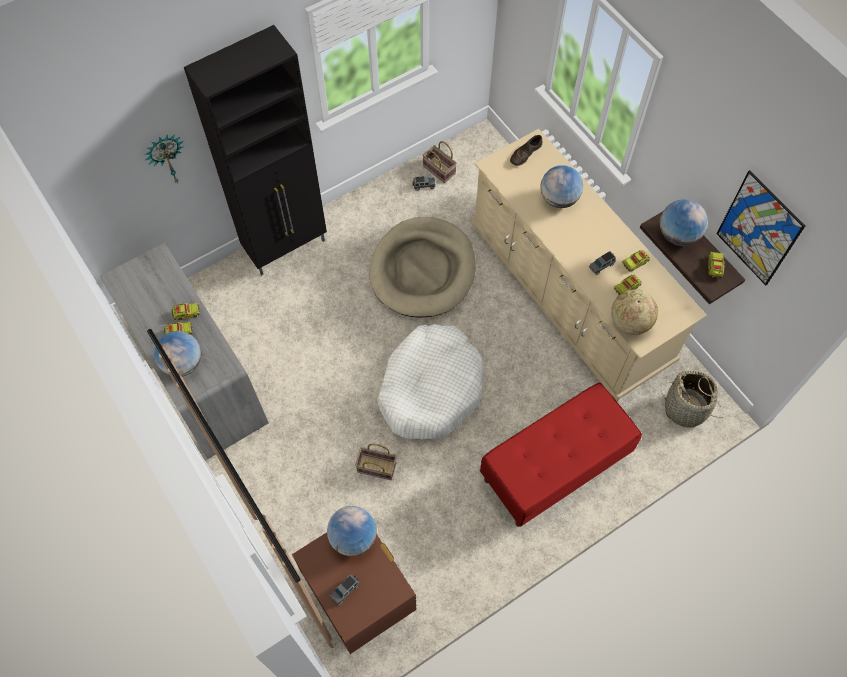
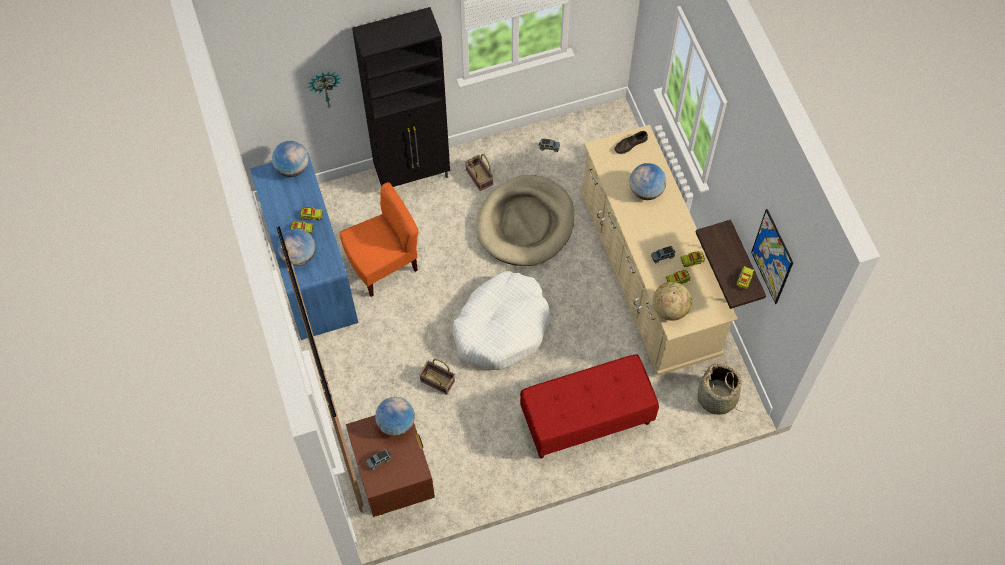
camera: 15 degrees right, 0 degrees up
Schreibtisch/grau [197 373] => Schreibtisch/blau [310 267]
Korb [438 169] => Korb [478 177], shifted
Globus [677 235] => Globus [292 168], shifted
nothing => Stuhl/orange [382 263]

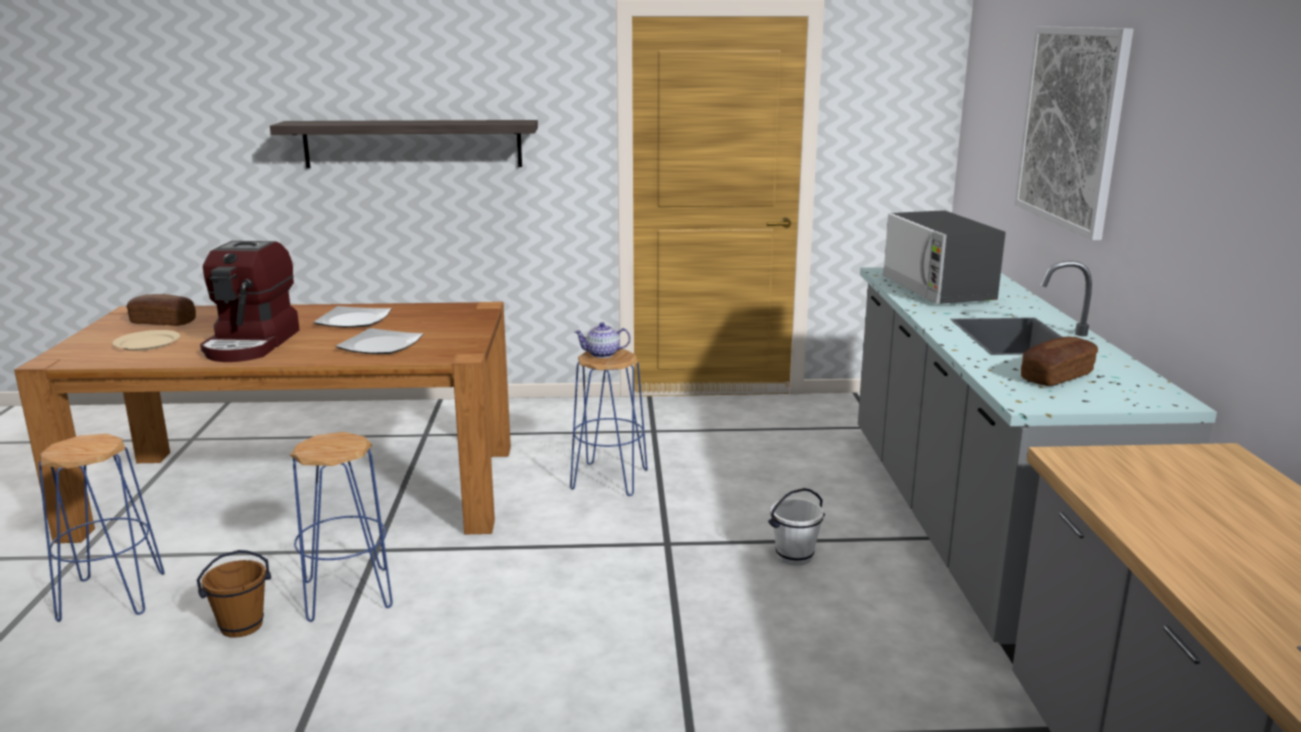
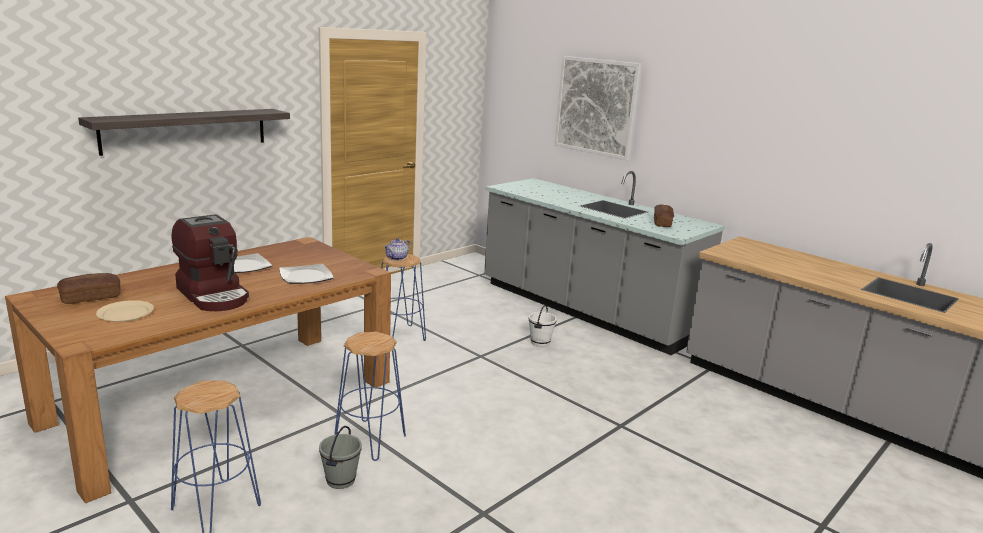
camera: 45 degrees left, 0 degrees up
Eimer/braun [241 626] => Eimer/grau [340 480]
Mikrowelle [938 290] => nothing

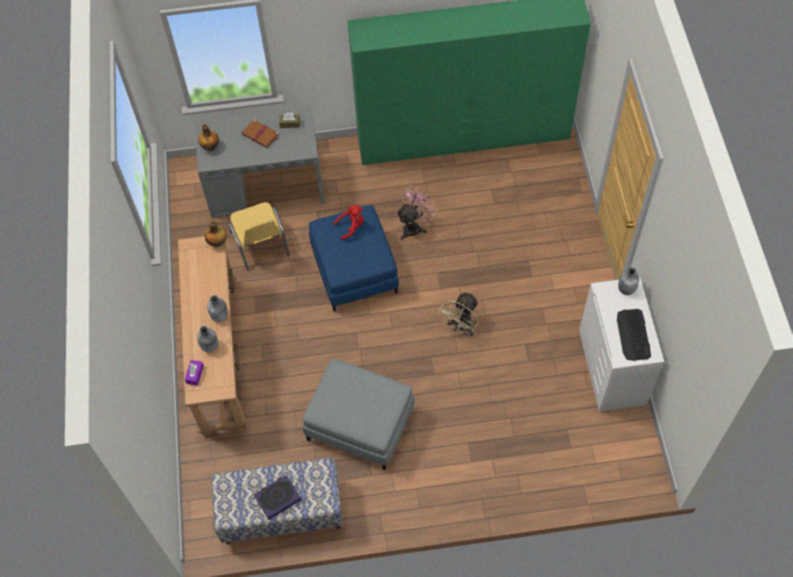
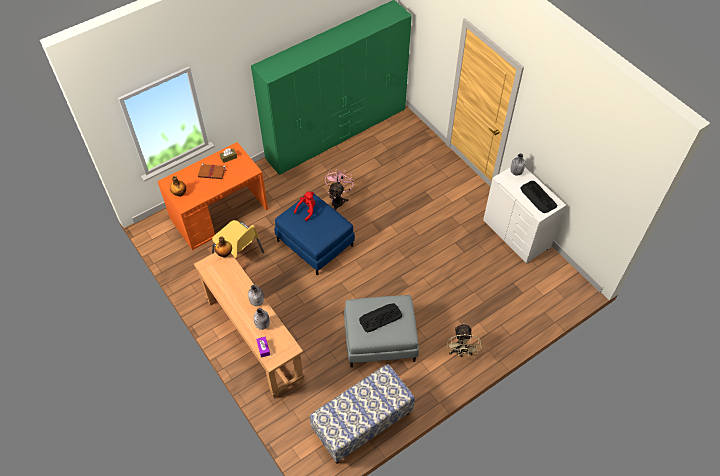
camera: 30 degrees left, 5 degrees down
Schreibtisch/grau [265 185] => Schreibtisch/orange [219 213]
Buch [277 498] => nothing
Ventilator/beige [461 327] => Ventilator/beige [460 352], shifted
nothing => Tastatur [380 318]

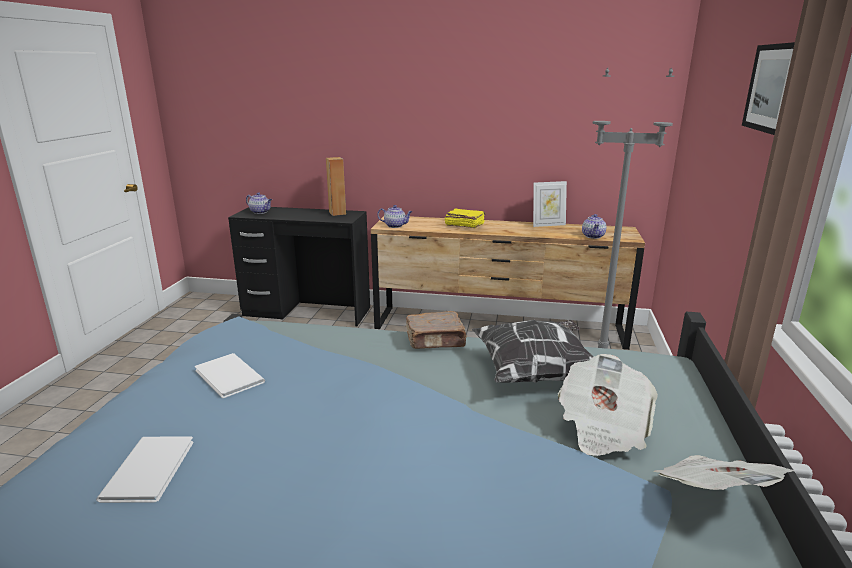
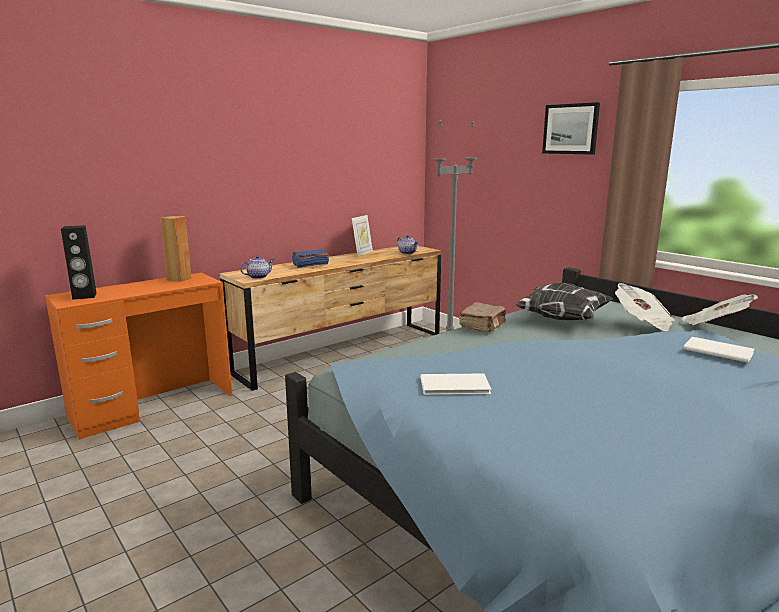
camera: 50 degrees left, 5 degrees down
Buch/weiß [153 468] => Buch/weiß [716 350], shifted
Schreibtisch/schwarz [307 312] => Schreibtisch/orange [153 406]
Teekanne [260 212] => Lautsprecher/schwarz [84 296]
Buch/gelb [464 225] => Buch/blau [310 265]

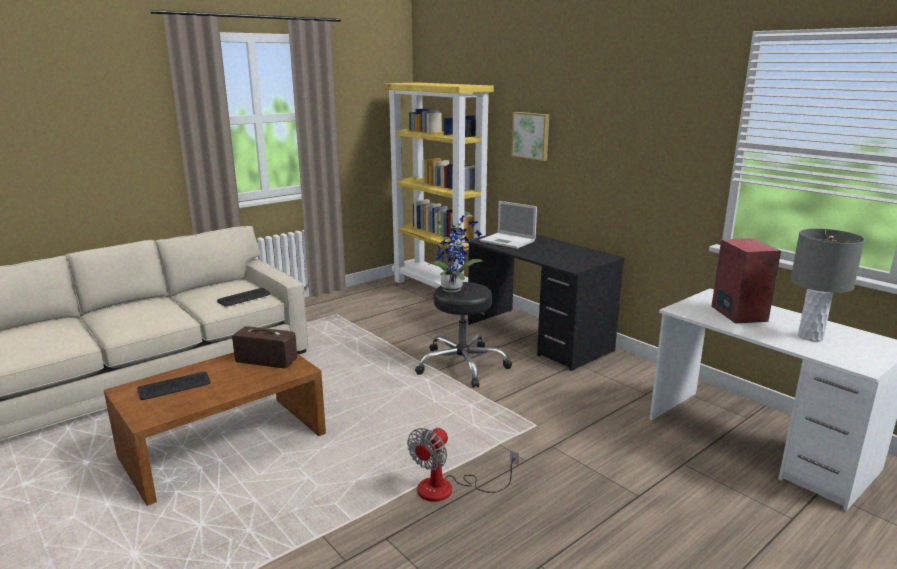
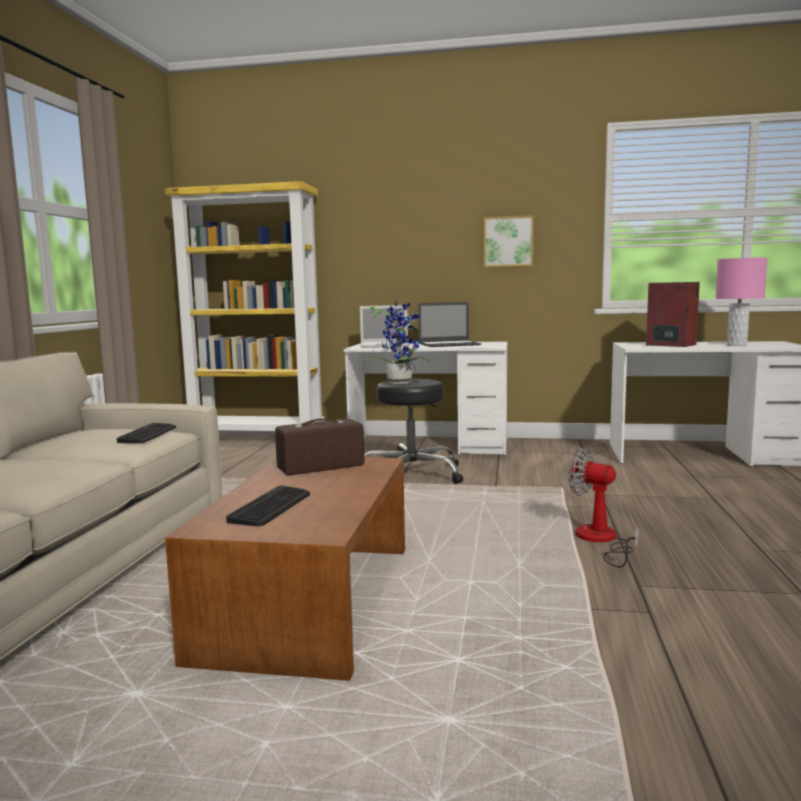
camera: 40 degrees left, 10 degrees down
Ventilator [448 489] => Ventilator [600 540], 135 degrees clockwise
Schreibtisch/schwarz [537 337] => Schreibtisch/weiß [430 446]
Bild [531 135] => Bild [508 241], shifted
Tischlampe/grau [810 337] => Tischlampe/rosa [737 345]
nothing => Laptop [449 344]

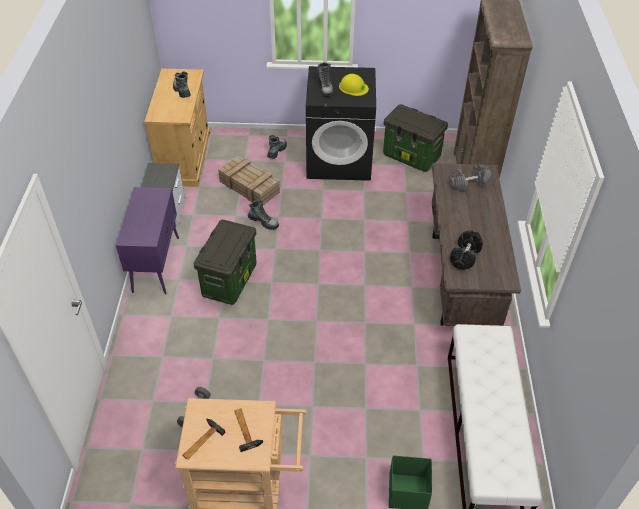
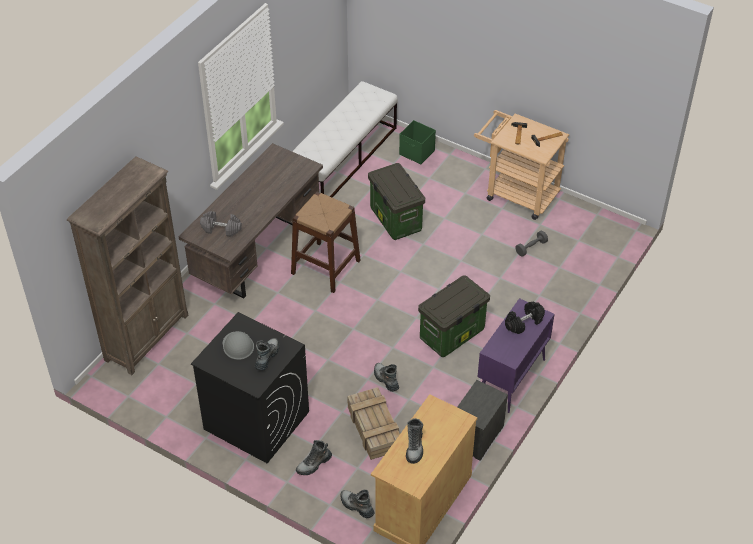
camera: 150 degrees left, 0 degrees up
Schutzhelm/gelb [353 87] => Schutzhelm/grau [238 345]
Aufbewahrungsbox [412 156] => Aufbewahrungsbox [395 219], shifted
Hantel/schwarz [465 256] => Hantel/schwarz [524 322], shifted
nothing => Hocker/braun [326 267]
nothing => Stiefel [356 506]

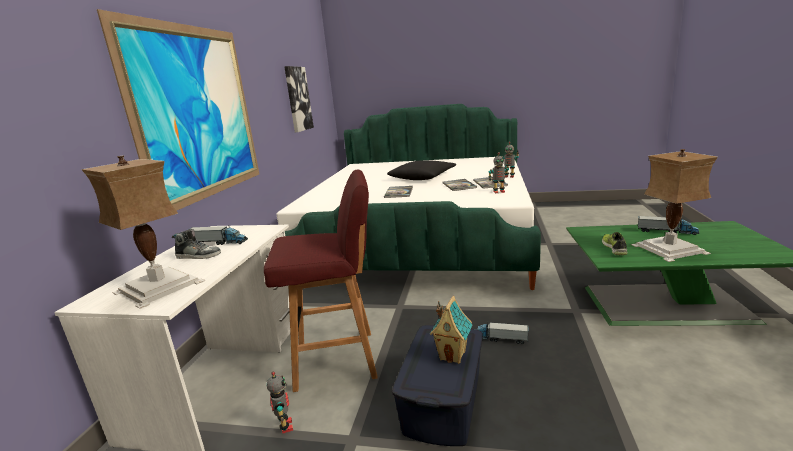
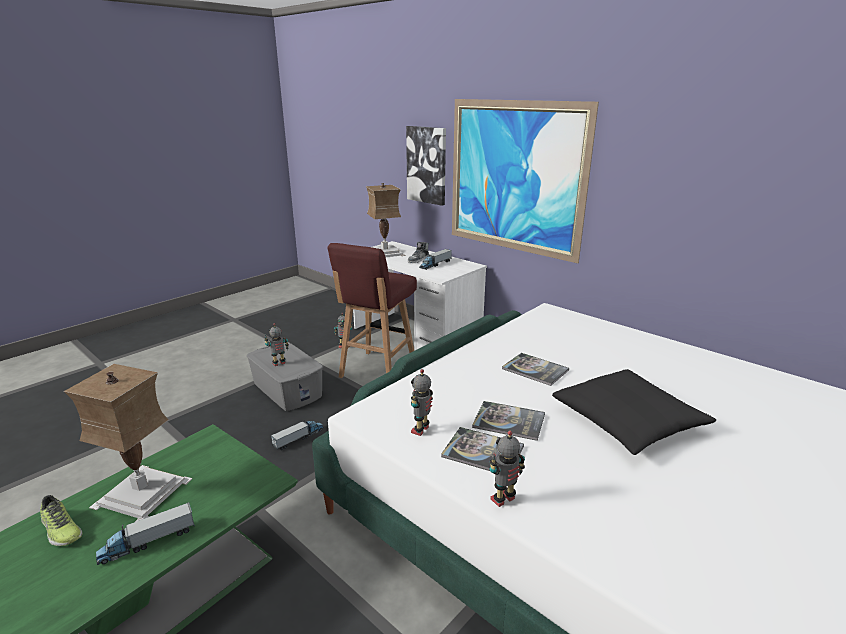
camera: 120 degrees right, 5 degrees up
Bild [298 99] => Bild [427 165], shifted
Aufbewahrungsbox/blau [442 401] => Aufbewahrungsbox/grau [287 389]
Spielzeughaus [453 355] => Spielzeugroboter [279 363]
Schuh [614 248] => Schuh [60 529], shifted

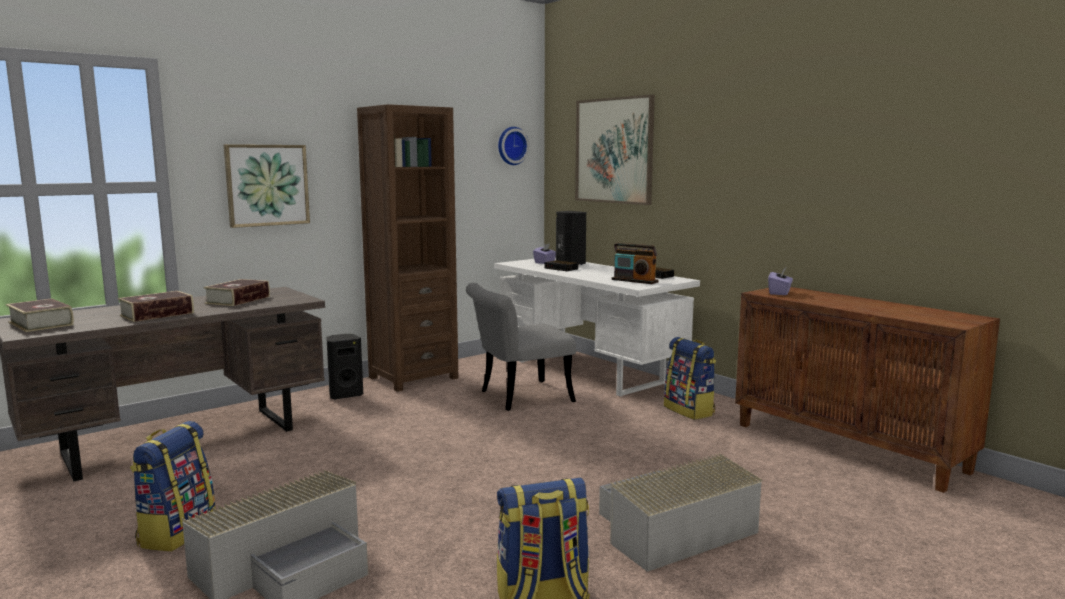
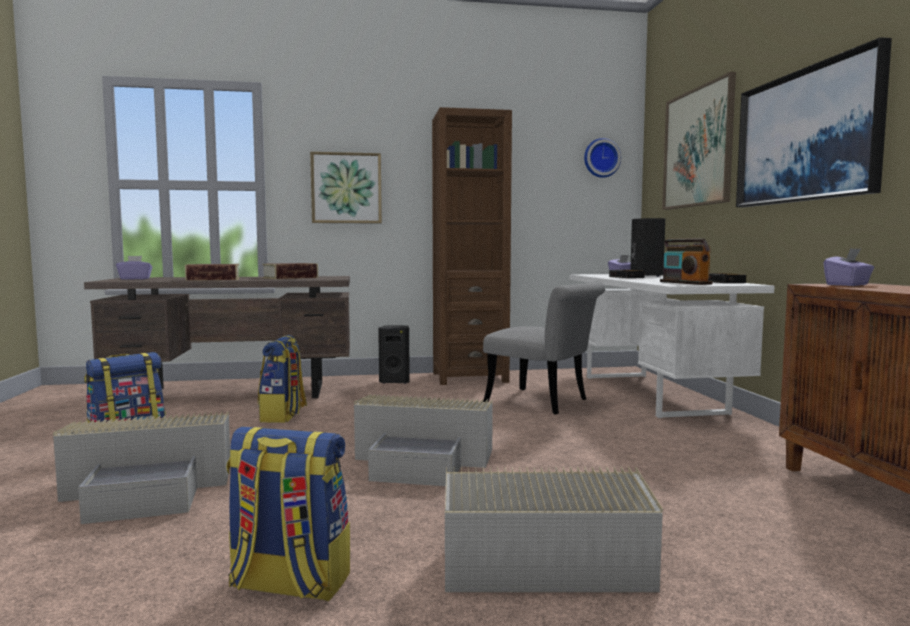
camera: 30 degrees right, 5 degrees down
Buch [41 323] => Taschentuchbox/lila [135 279]
Stuhl/grau [518 397] => Stuhl/grau [545 403], 150 degrees counterclockwise
Rucksack [690 411] => Rucksack [283 416], shifted
nothing => Aufbewahrungsbox/grau [424 460]
nothing => Bild [806 136]

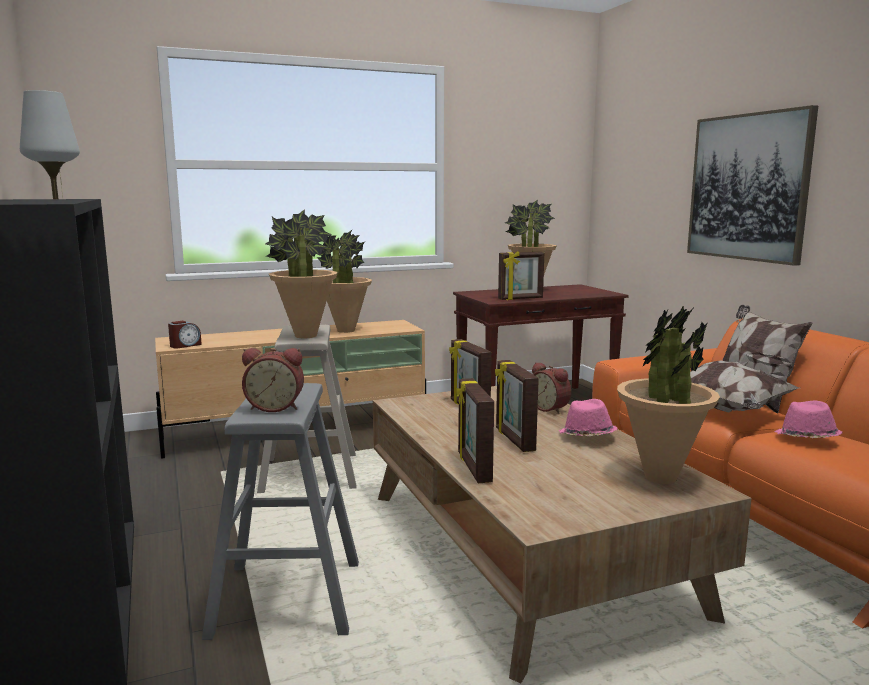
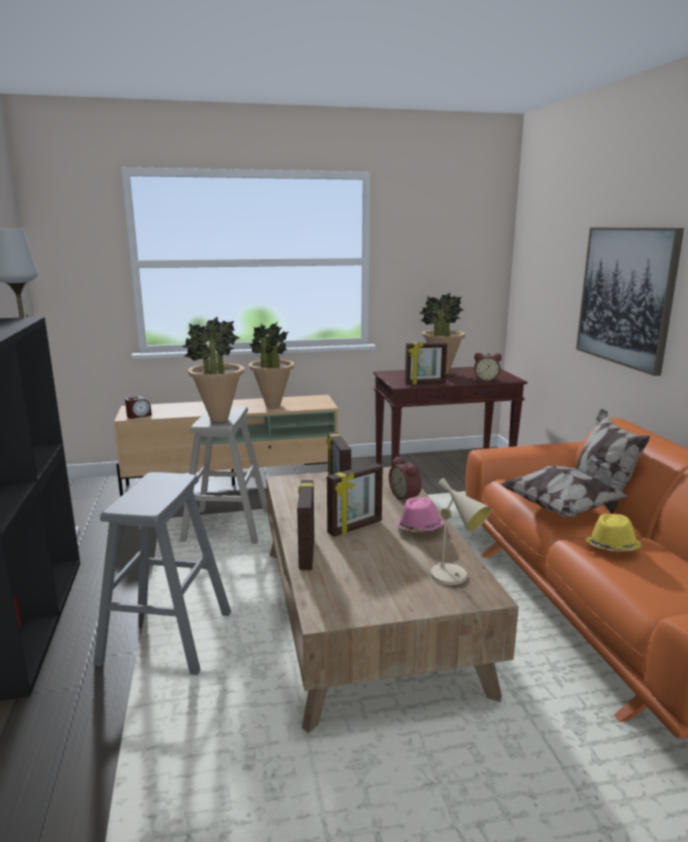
camera: 10 degrees right, 5 degrees up
Wecker [275 407] => Wecker [486 380], shifted
Bilderrahmen [513 440] => Bilderrahmen [355 527], 120 degrees counterclockwise
Topfpflanze [660 477] => Tischlampe/beige [453 577]
Hut/rosa [806 438] => Hut/gelb [611 547]

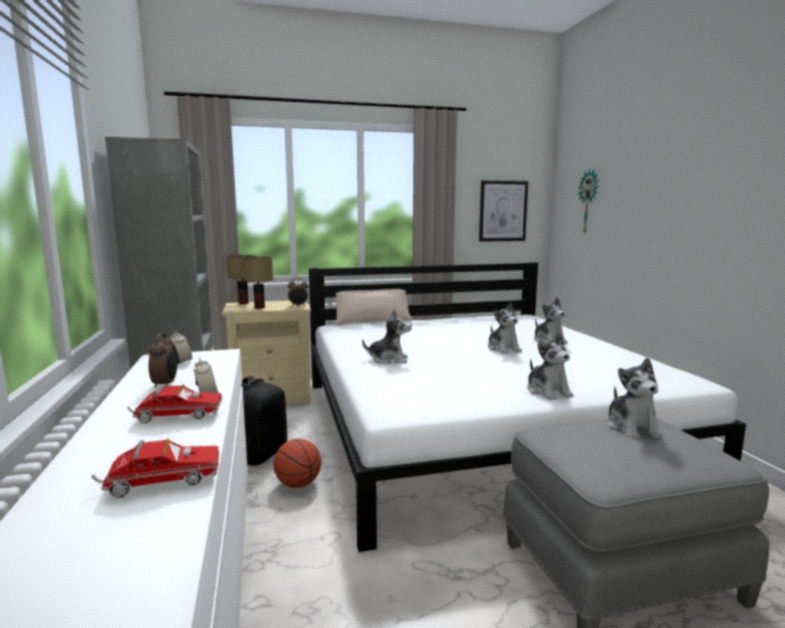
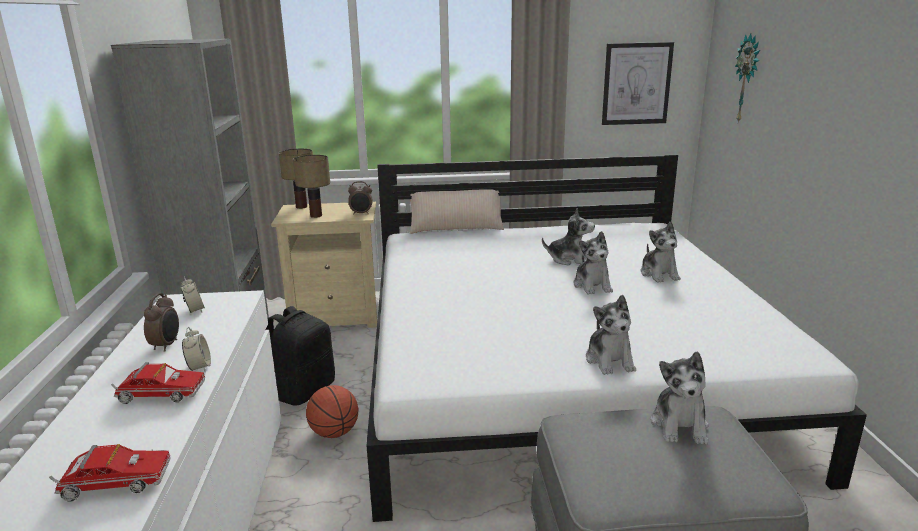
camera: 10 degrees right, 10 degrees up
Plüschtier [389 360] => Plüschtier [568 259], shifted

